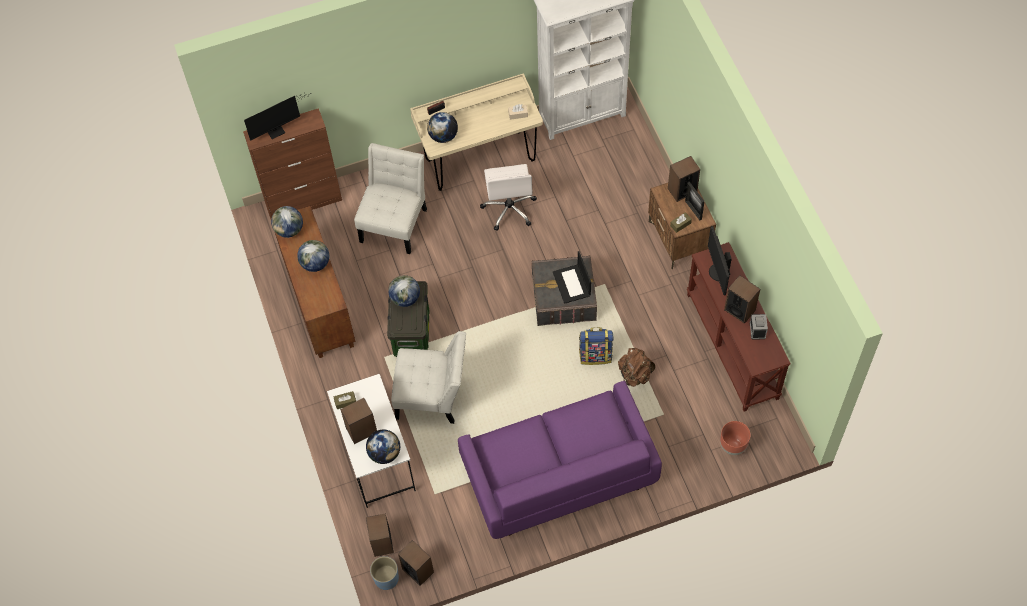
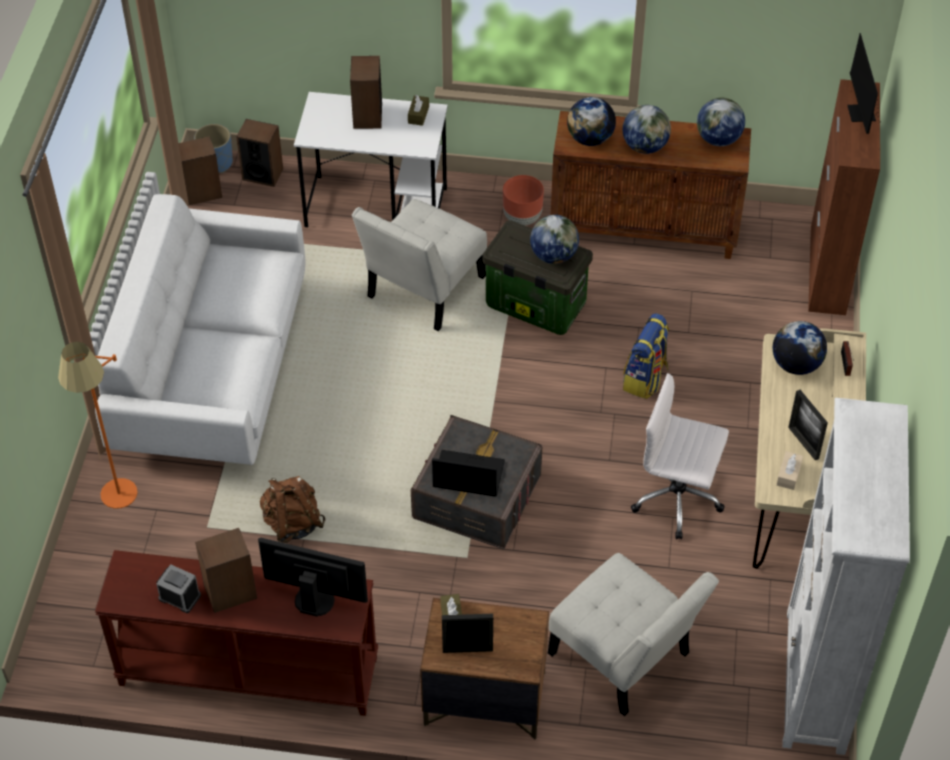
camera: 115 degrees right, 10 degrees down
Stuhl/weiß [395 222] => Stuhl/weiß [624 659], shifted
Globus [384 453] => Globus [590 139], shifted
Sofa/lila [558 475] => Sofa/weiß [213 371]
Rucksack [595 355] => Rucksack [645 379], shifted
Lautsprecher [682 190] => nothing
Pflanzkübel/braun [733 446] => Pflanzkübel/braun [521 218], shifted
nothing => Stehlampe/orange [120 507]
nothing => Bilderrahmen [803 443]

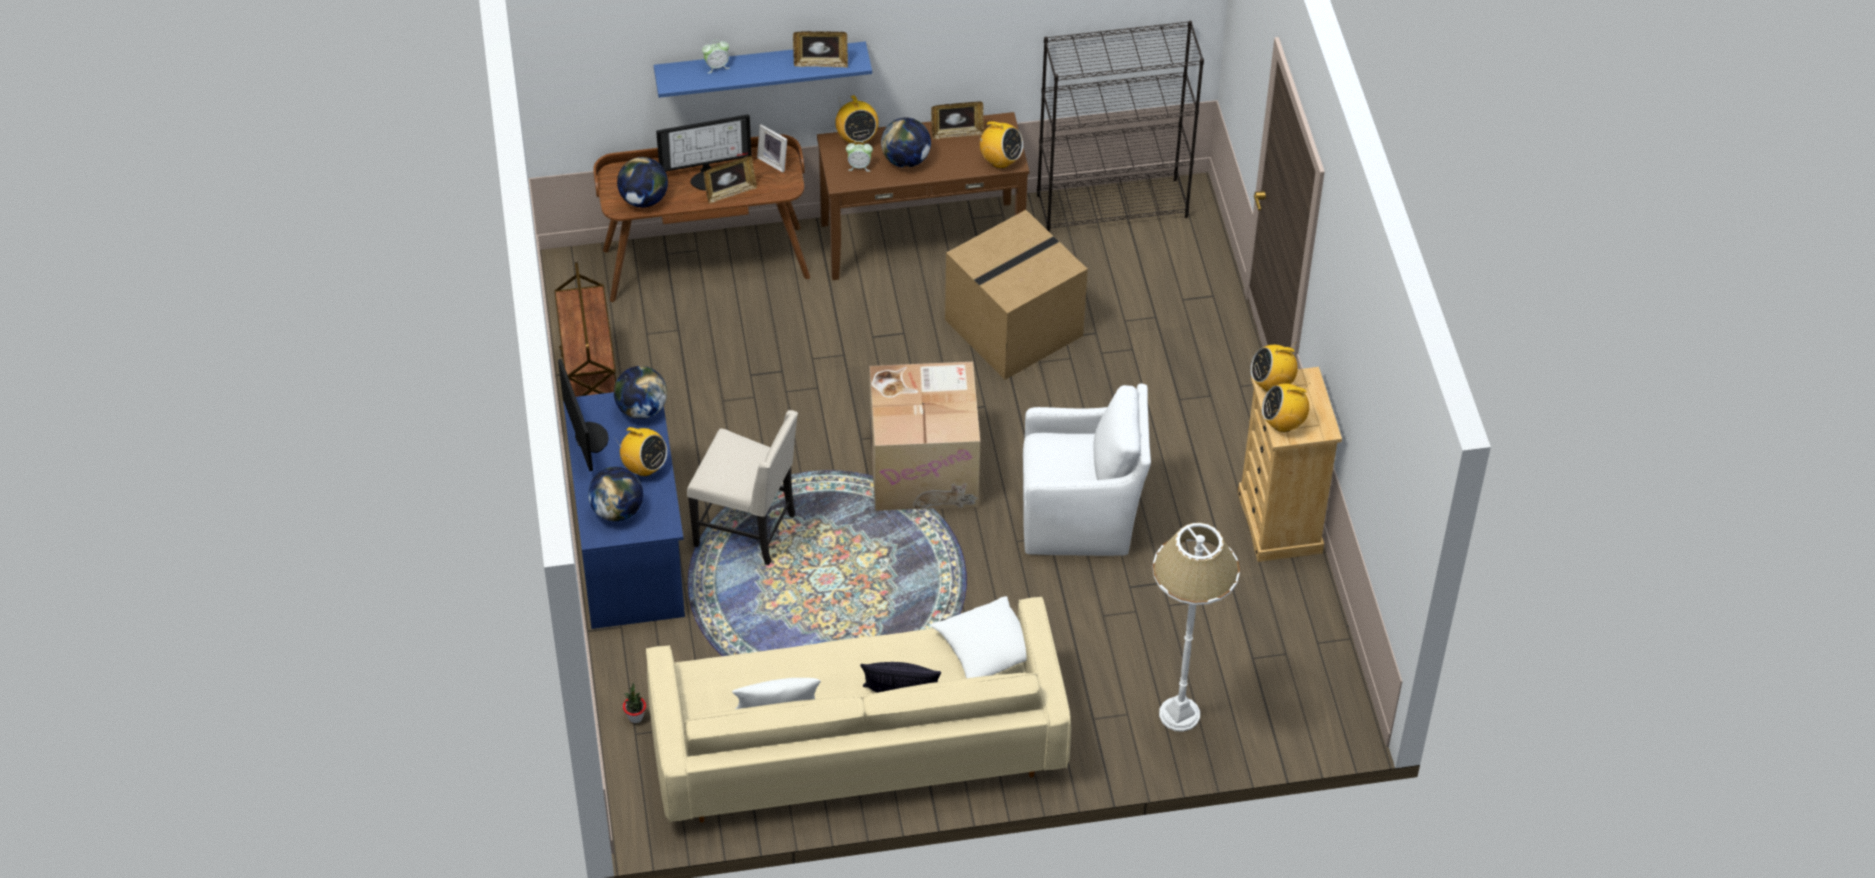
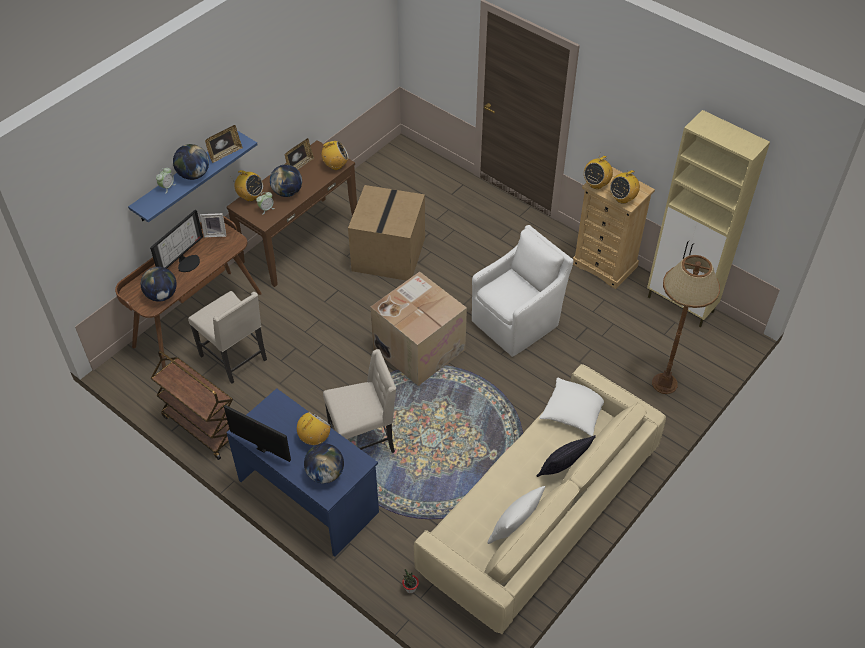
camera: 40 degrees left, 0 degrees up
Globus [641 409] => Globus [193 175], shifted
Radio [644 467] => Radio [314 438], 45 degrees counterclockwise
Bilderrahmen [730 192] => nothing
Bücherregal/schwarz [1113 205] => nothing
Stehlampe/weiß [1179 714] => Stehlampe/braun [664 384]
nothing => Stuhl/beige [235 358]
nothing => Schrank/beige [681 305]

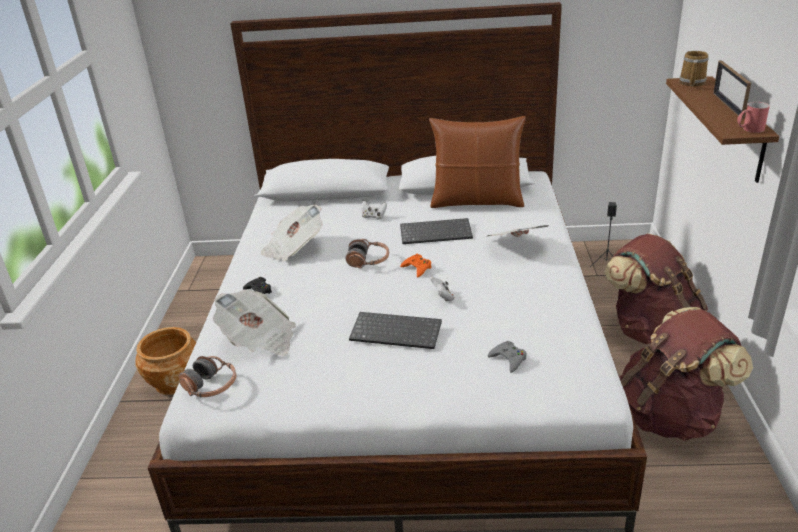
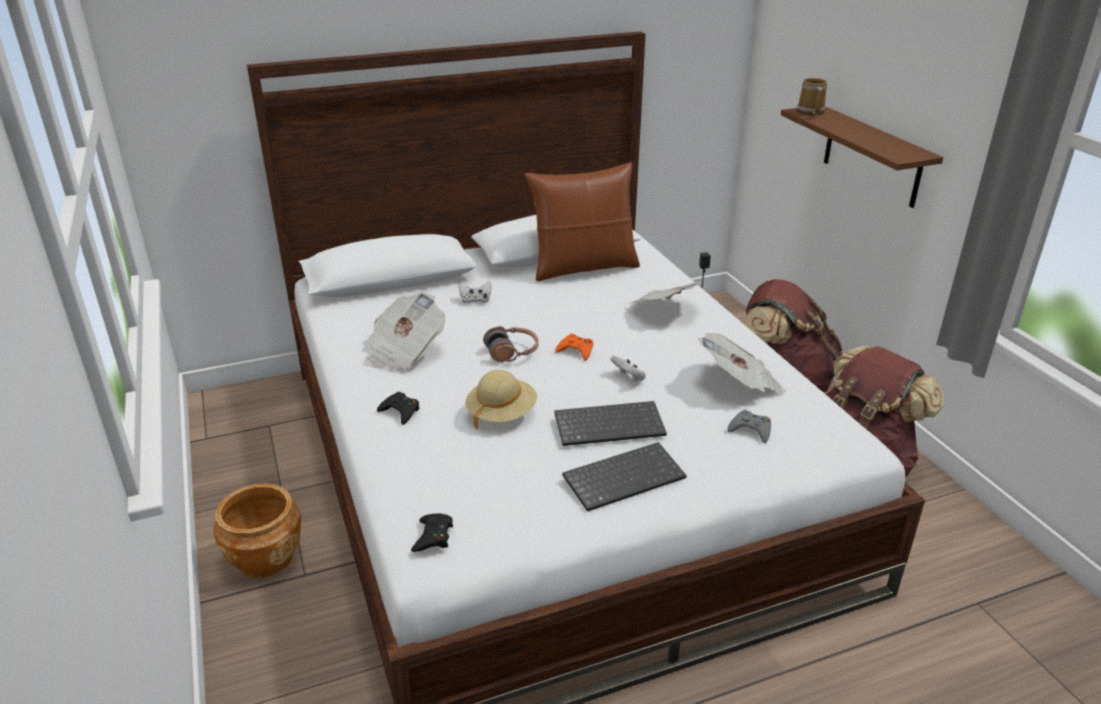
camera: 25 degrees left, 0 degrees up
Kopfhörer [211 386] => Gamepad/schwarz [433 536]
Zeitung [259 340] => Zeitung [739 384], shifted
Tastatur [436 232] => Tastatur [624 477], shifted
Bilderrahmen [728 105] => nothing
Henkelbecher/rot [749 130] => nothing
nothing => Hut/beige [501 413]

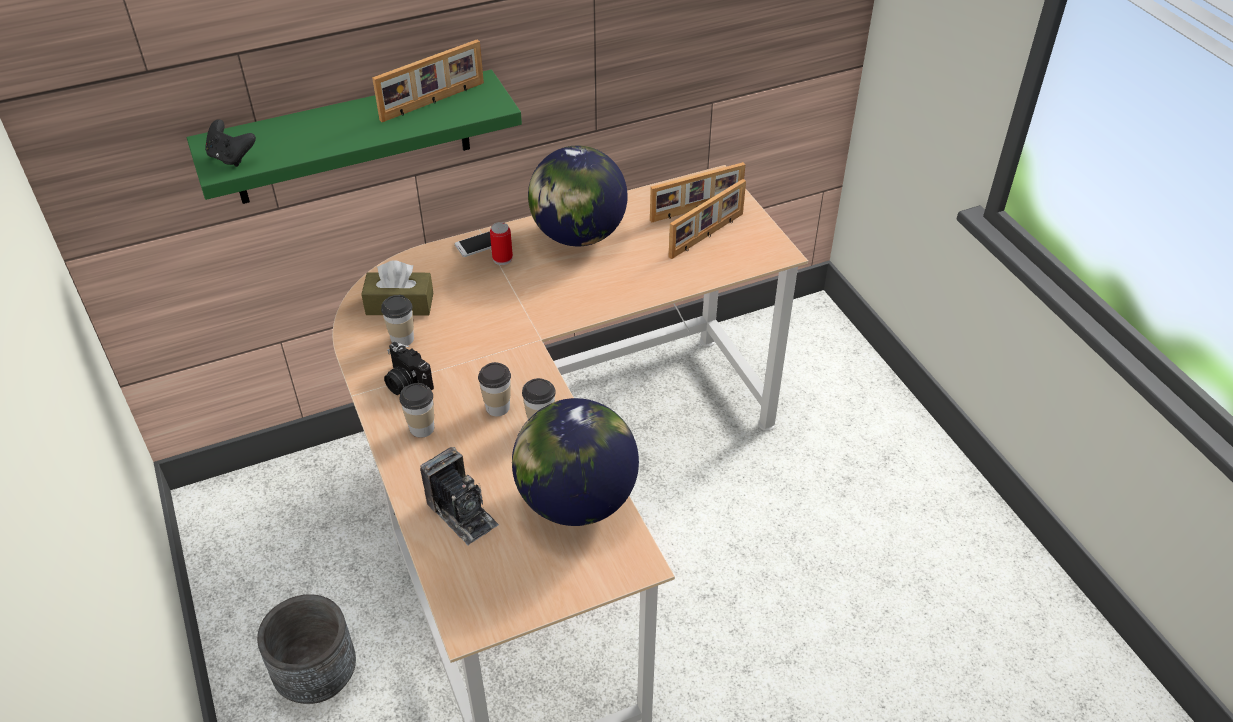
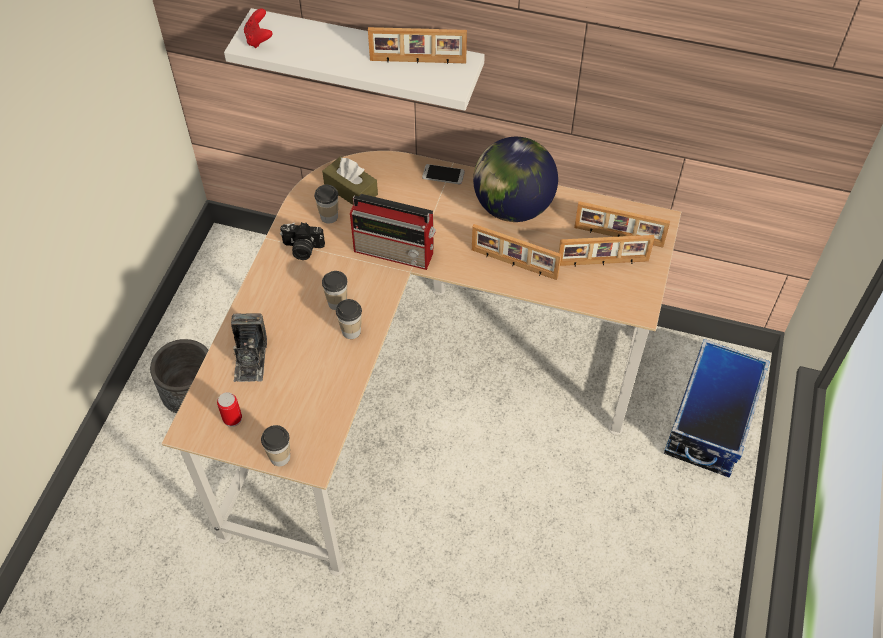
camera: 40 degrees right, 10 degrees up
Wandregal/grün [352 138] => Wandregal/weiß [367 57]
Gamepad/schwarz [231 158] => Gamepad/rot [259 39]
Kamera [406 382] => Kamera [302 249], 75 degrees counterclockwise
Tasse [422 428] => Tasse [280 457], shifted
Dose [502 259] => Dose [232 418], shifted
Globus [576 501] => nothing
nothing => Radio [396 252]
nothing => Bilderrahmen [513 264]
nothing => Aufbewahrungsbox [709 419]

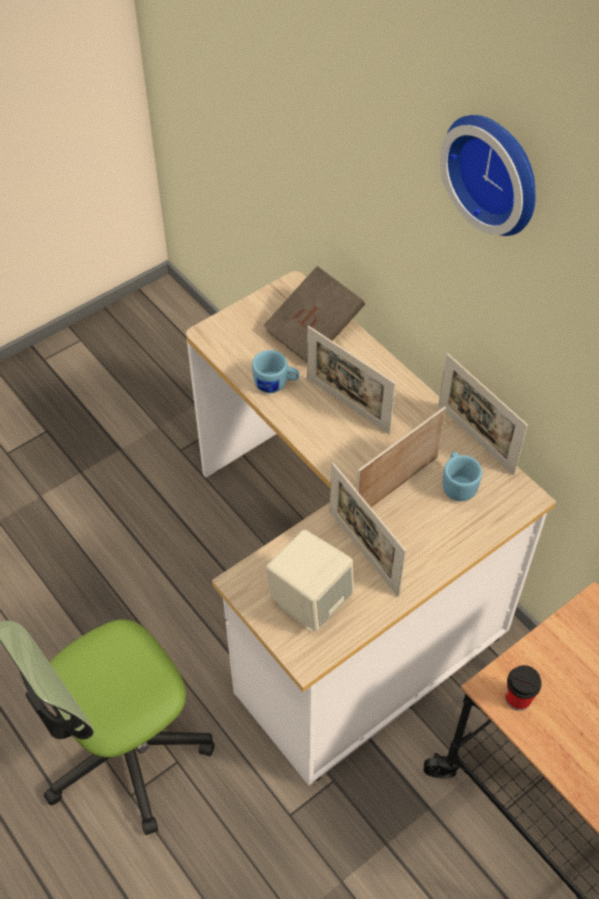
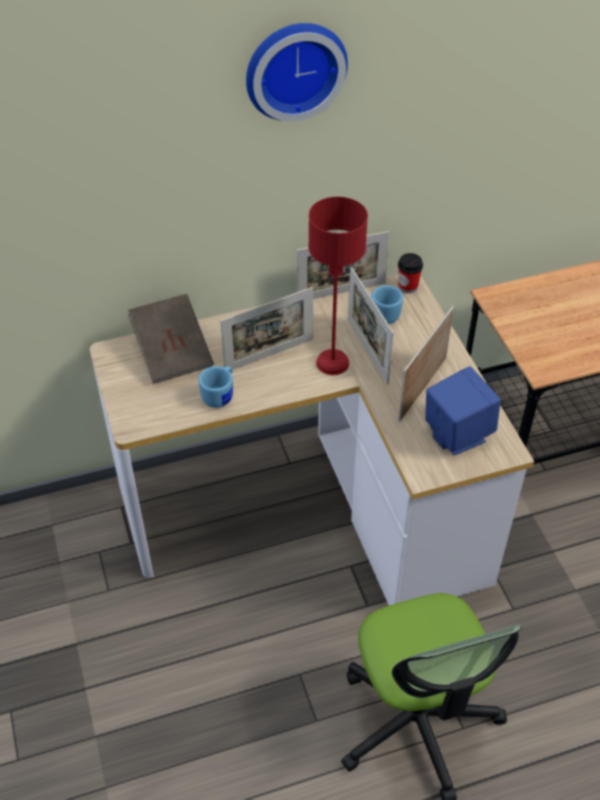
camera: 70 degrees left, 5 degrees down
Lautsprecher/beige [309 600] => Lautsprecher/blau [456 434]
Bilderrahmen [363 552] => Bilderrahmen [422 389], 135 degrees clockwise
Tasse [517 698] => Tasse [408 286], shifted
nothing => Tischlampe/rot [332 363]

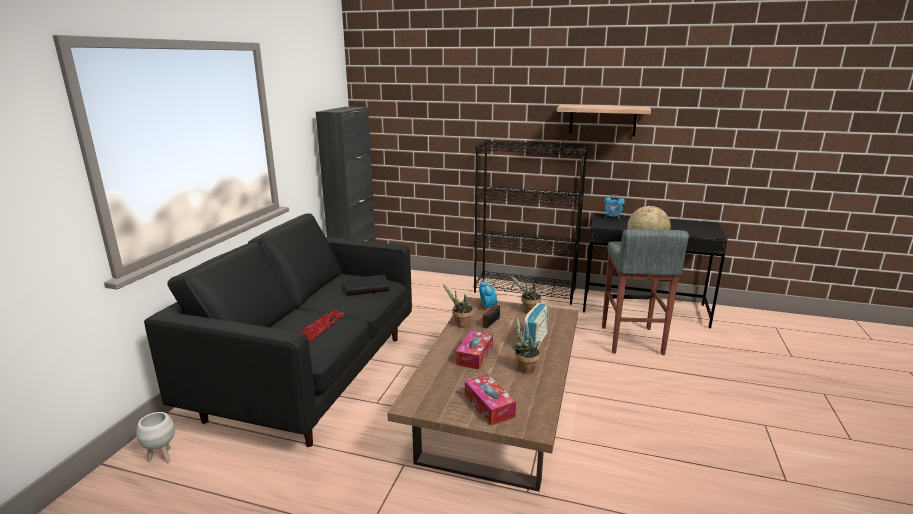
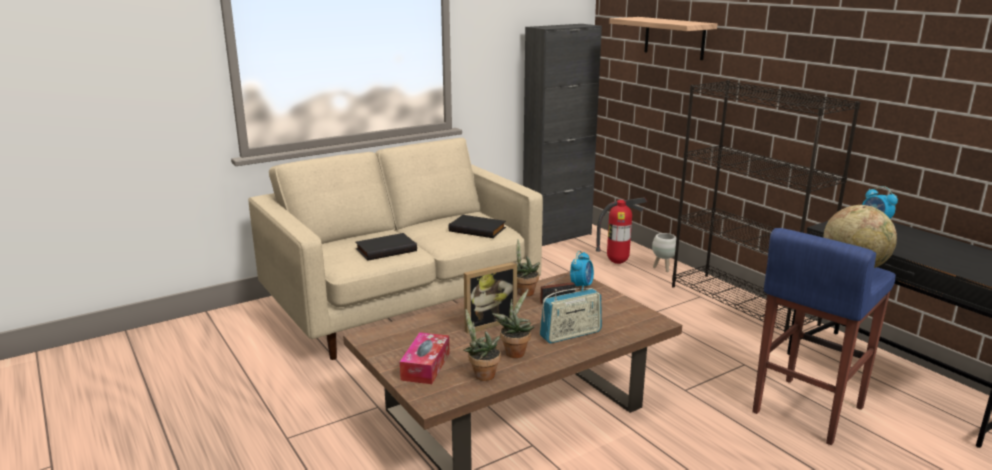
camera: 40 degrees right, 0 degrees up
Pflanzkübel/weiß [162 457] => Pflanzkübel/weiß [663 268], shifted
Sofa/schwarz [311 376] => Sofa/beige [404 307]
Tastatur [321 327] => Buch/schwarz [386 249]
Taschentuchbox [474 355] => Bilderrahmen [487 323]
Topfpflanze [528 311] => Topfpflanze [481 375], shifted
Wandregal [602 120] => Wandregal [674 38], shifted
Hocker/grau [631 340] => Hocker/blau [805 410]
nothing => Feuerlöscher [617 262]

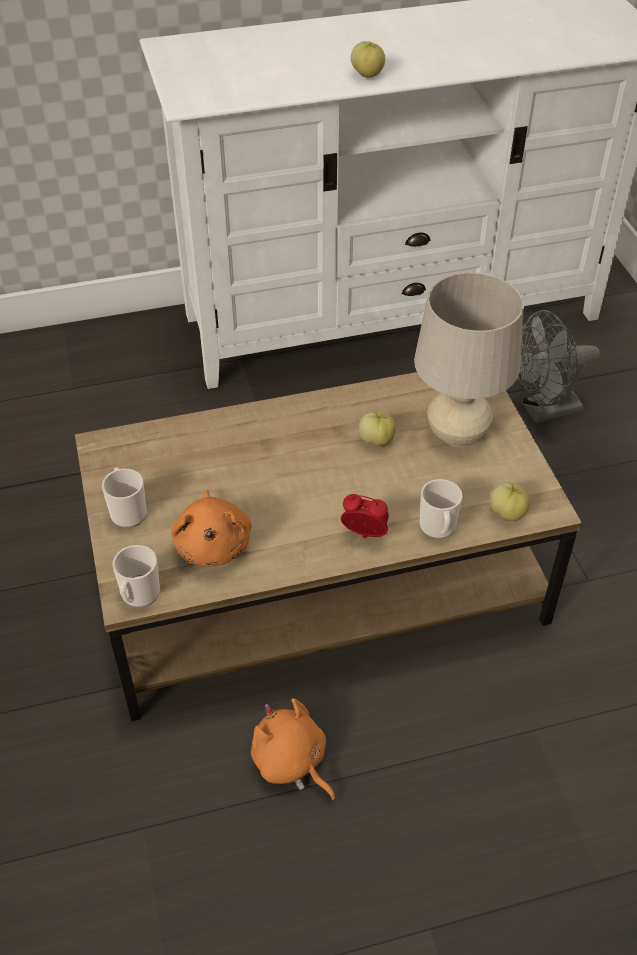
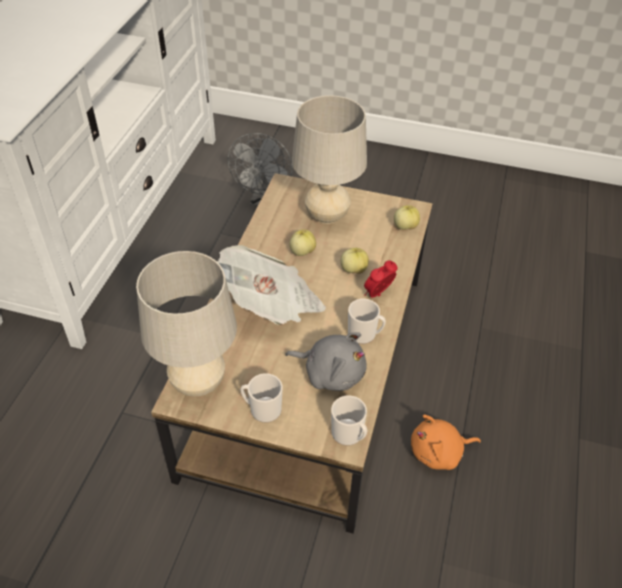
camera: 60 degrees left, 0 degrees up
Plüschtier/orange [213 544] => Plüschtier/grau [331 373]
Apfel [367 75] => Apfel [353 269], shifted
Henkelbecher [438 528] => Henkelbecher [365 334], shifted
nothing => Tischlampe/beige [198 383]
nothing => Zeitung [271 305]

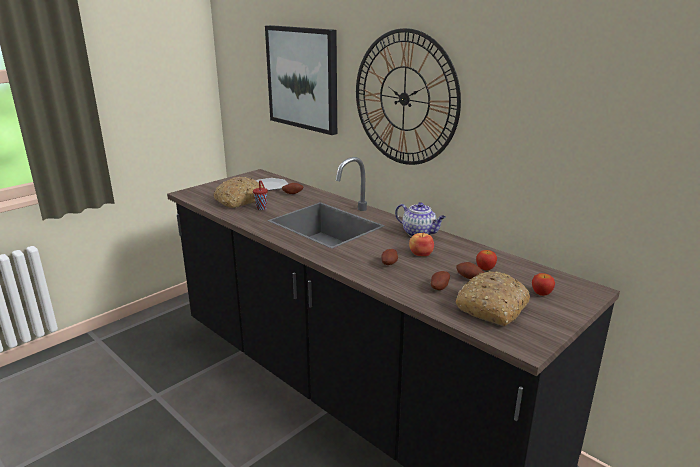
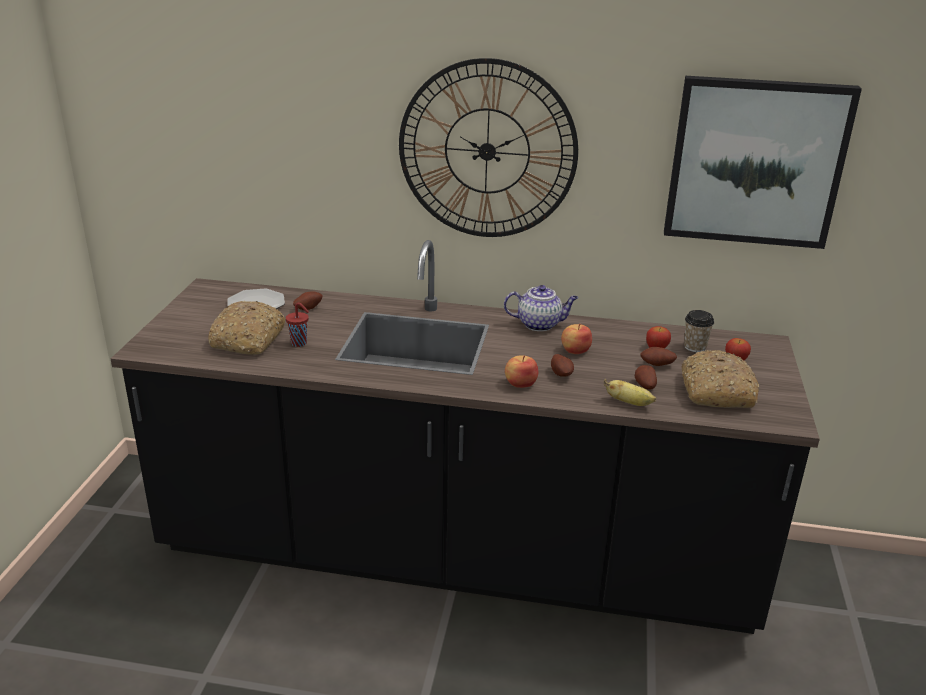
camera: 35 degrees left, 5 degrees up
Bild [303 78] => Bild [755 162], shifted
nothing => Apfel [520 383]
nothing => Banane [629 403]
nothing => Tasse [695 347]

